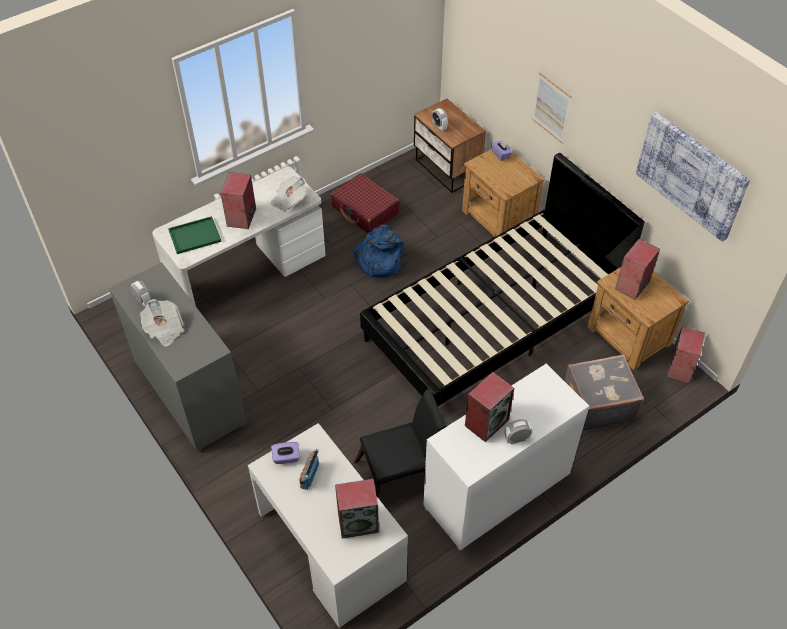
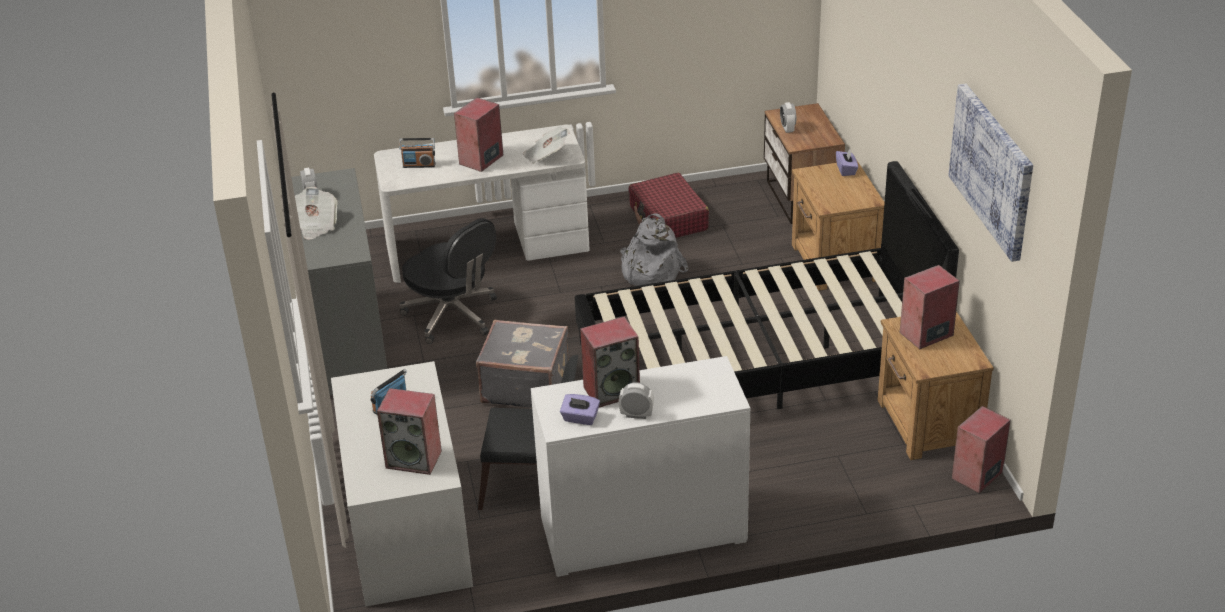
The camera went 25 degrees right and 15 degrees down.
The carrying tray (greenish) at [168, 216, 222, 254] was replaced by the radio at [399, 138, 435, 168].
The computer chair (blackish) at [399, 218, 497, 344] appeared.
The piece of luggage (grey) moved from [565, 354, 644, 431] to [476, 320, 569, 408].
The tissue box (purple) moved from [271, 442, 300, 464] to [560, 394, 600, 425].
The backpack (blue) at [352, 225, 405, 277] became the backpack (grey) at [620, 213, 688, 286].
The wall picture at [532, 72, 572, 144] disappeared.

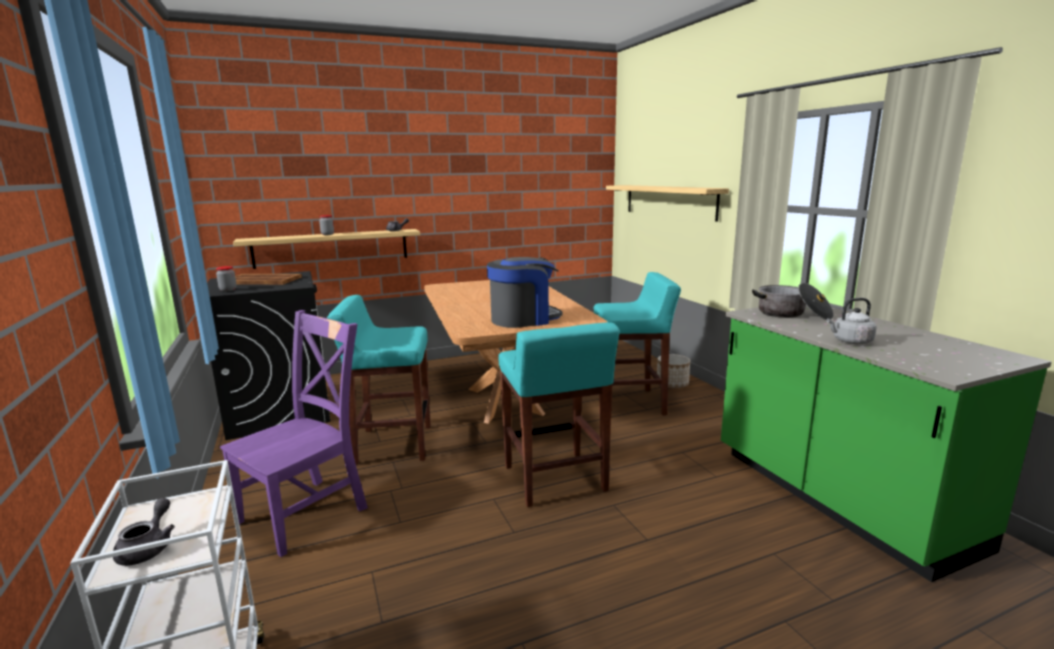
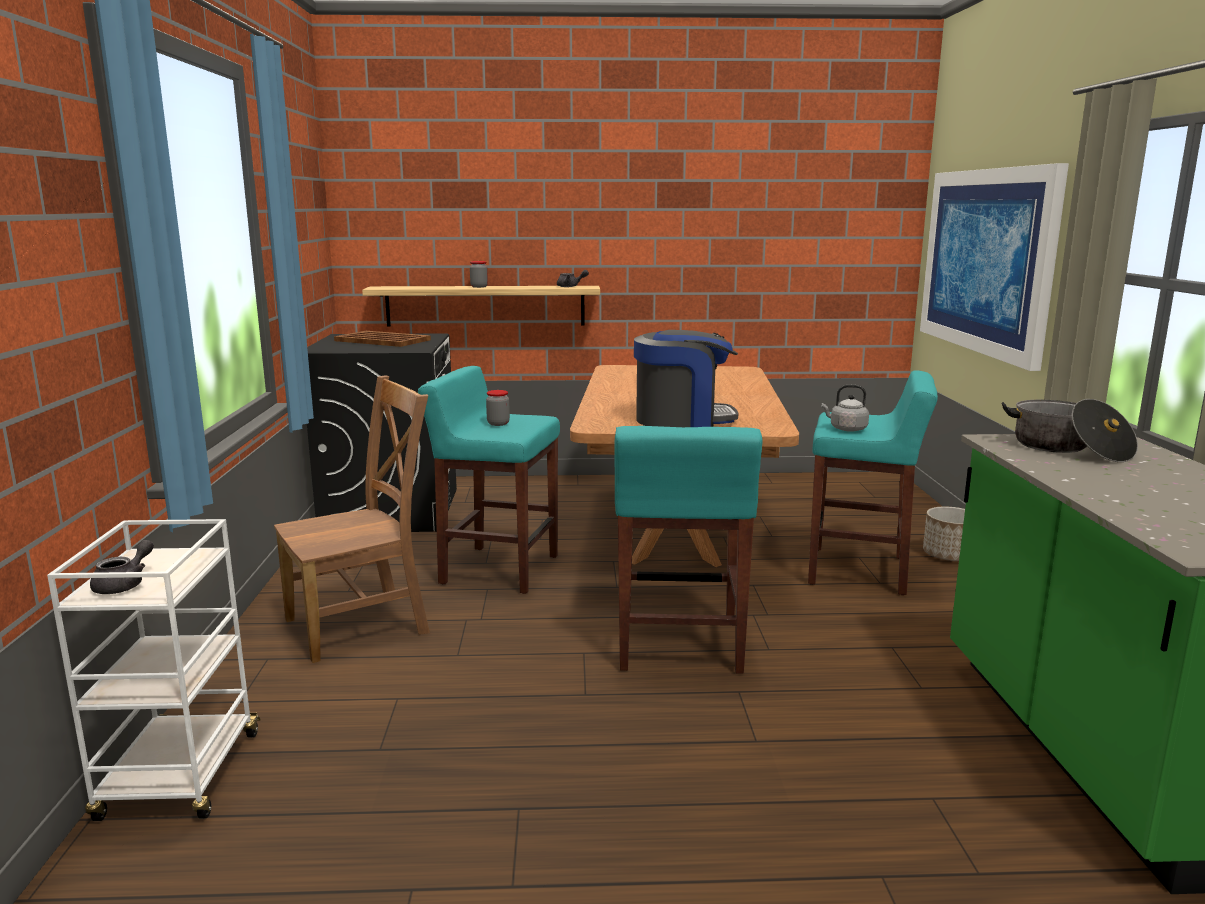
The camera went 20 degrees right and 0 degrees up.
The chair (purple) at [220, 310, 368, 557] became the chair (brown-coloured) at [274, 375, 430, 663].
The storage jar moved from [216, 266, 237, 291] to [486, 390, 510, 426].
The water kettle (grey) moved from [826, 298, 877, 344] to [821, 385, 869, 432].
The bracket shelf at [606, 185, 729, 222] was replaced by the wall picture at [920, 163, 1069, 371].

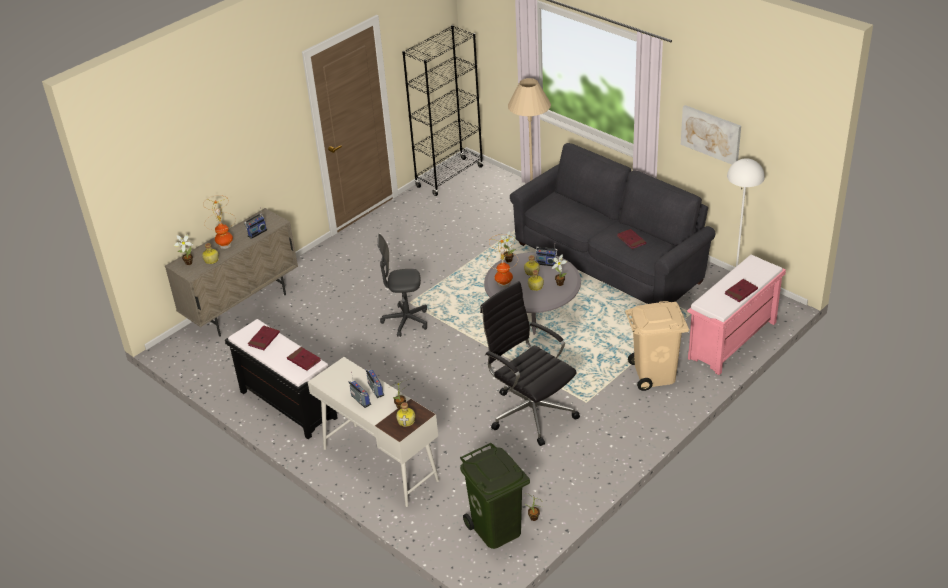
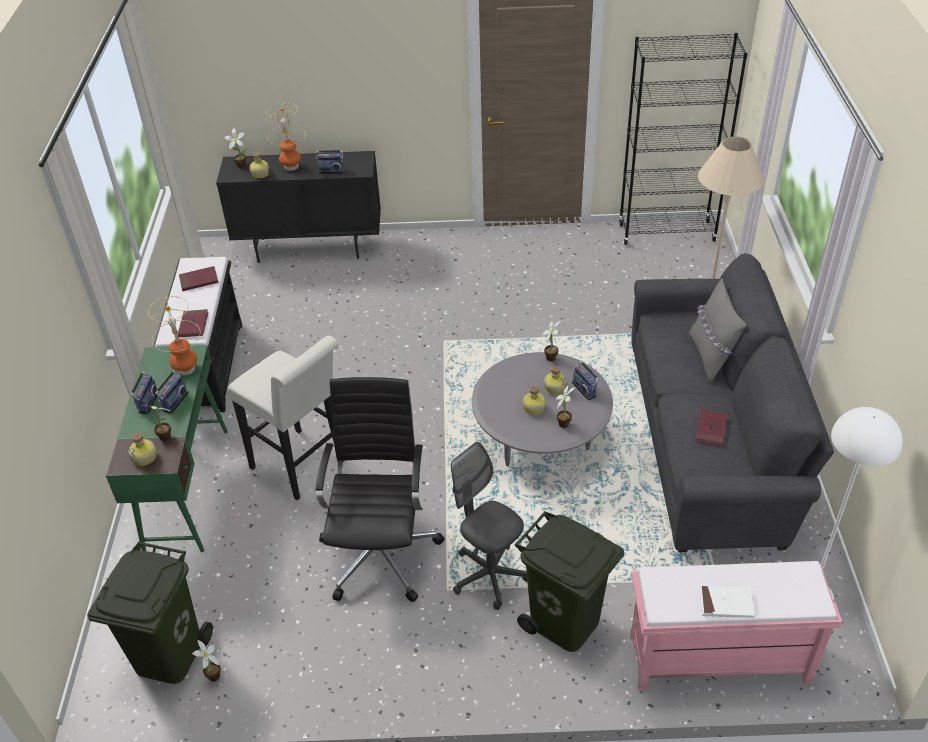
The camera went 45 degrees right and 5 degrees up.
The desk (white-coloured) at [308, 357, 439, 507] became the desk (greenish) at [106, 345, 228, 552].
The table lamp moved from [487, 234, 518, 287] to [148, 296, 201, 376].
The cabinet (sand-coloured) at [165, 208, 298, 337] became the cabinet (blackish) at [216, 151, 381, 263].
The stool seat (white-coloured) at [228, 336, 344, 500] appeared.
The computer chair (grey) moved from [378, 234, 427, 337] to [451, 442, 527, 610].
The waste bin (sand-coloured) at [625, 301, 689, 391] became the waste bin (greenish) at [515, 511, 624, 652].
The throw pillow (grey) at [689, 279, 746, 382] appeared.
The book (red-coloured) at [725, 279, 758, 302] became the book (white-coloured) at [700, 585, 755, 618].
The wall picture at [681, 105, 741, 165] disappeared.

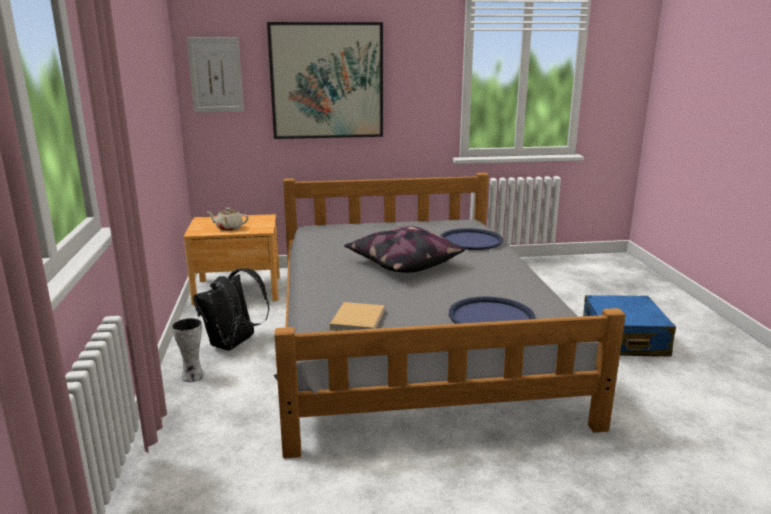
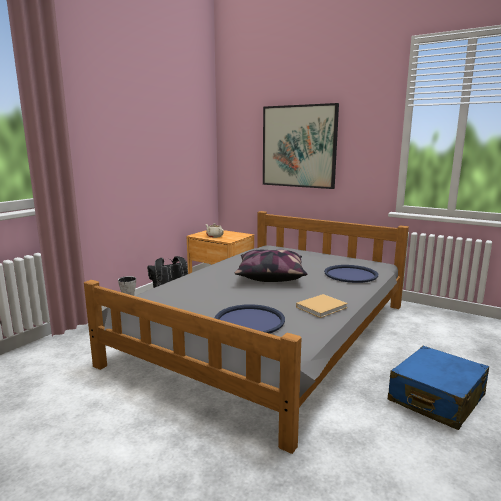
The camera went 40 degrees right and 5 degrees down.
The book (sand-coloured) moved from [330, 302, 385, 331] to [296, 294, 348, 318].
The wall picture at [187, 37, 244, 112] disappeared.

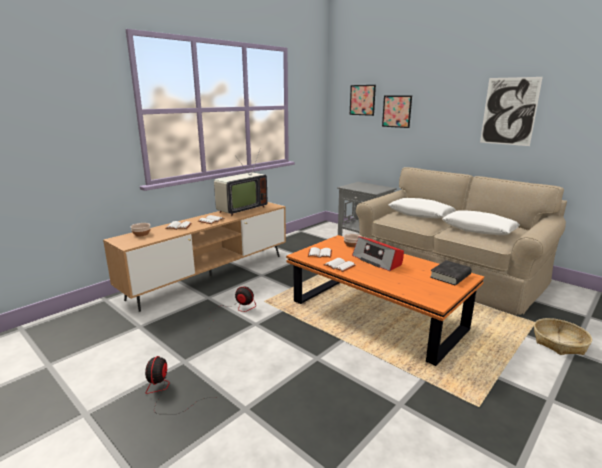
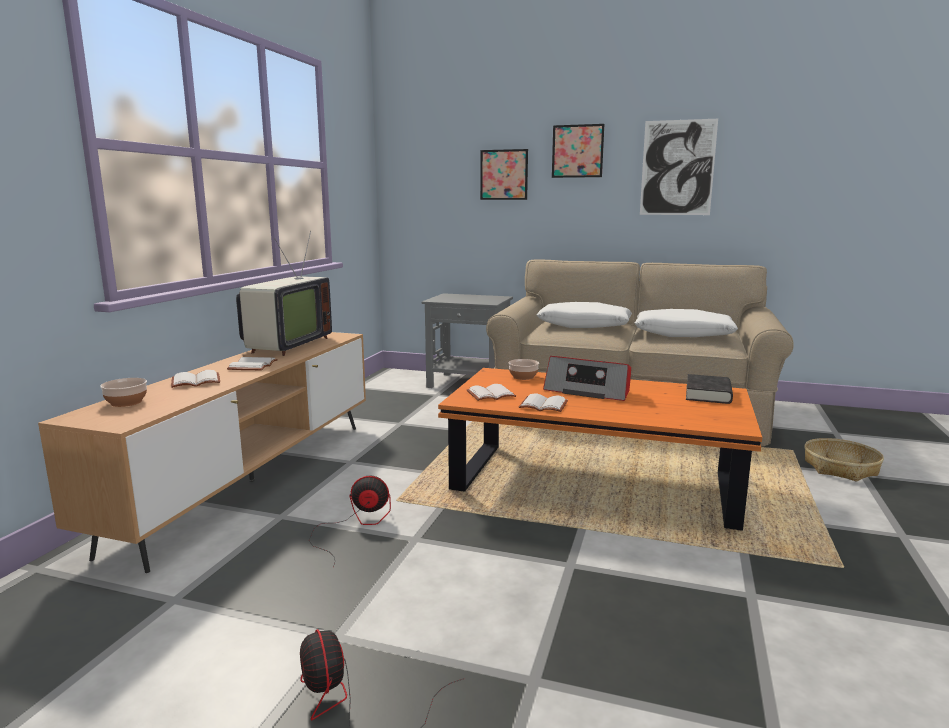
The camera went 25 degrees left and 5 degrees down.
The wall picture moved from [350, 85, 376, 116] to [552, 124, 604, 178].

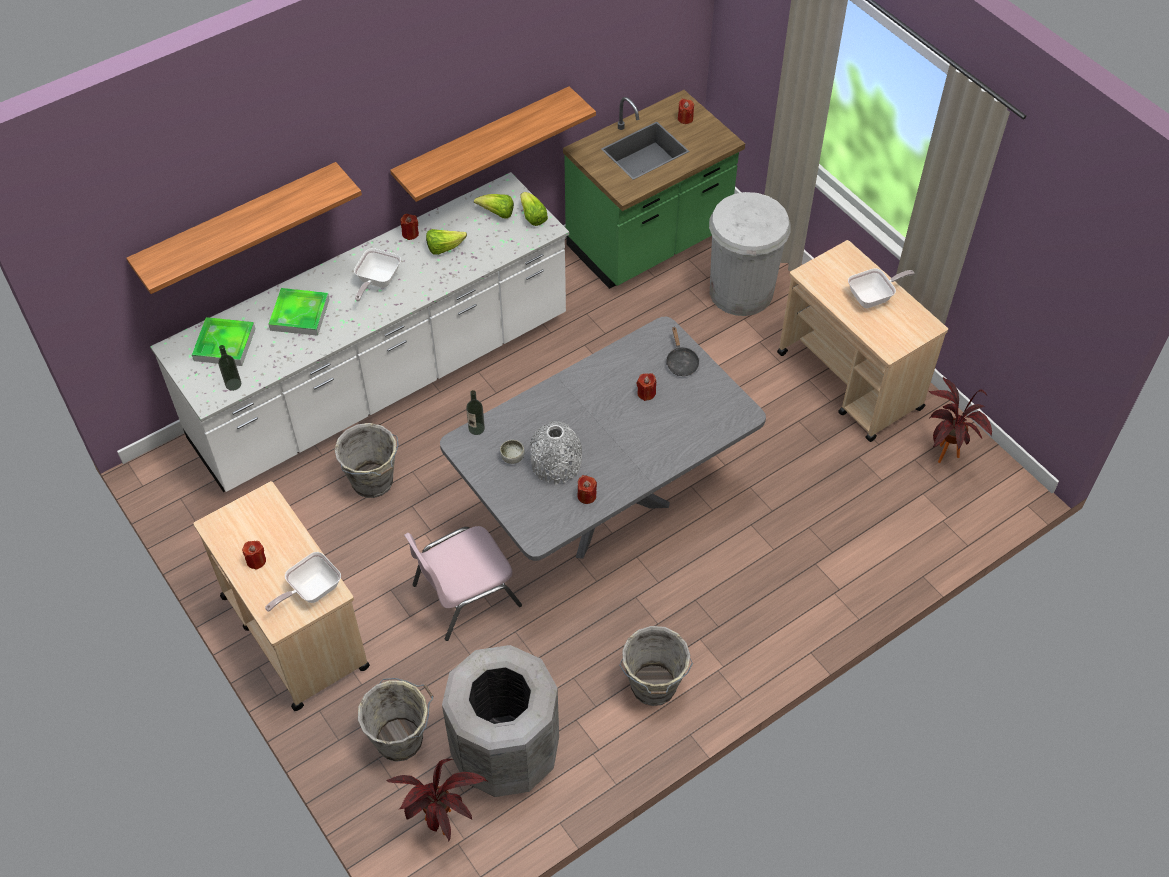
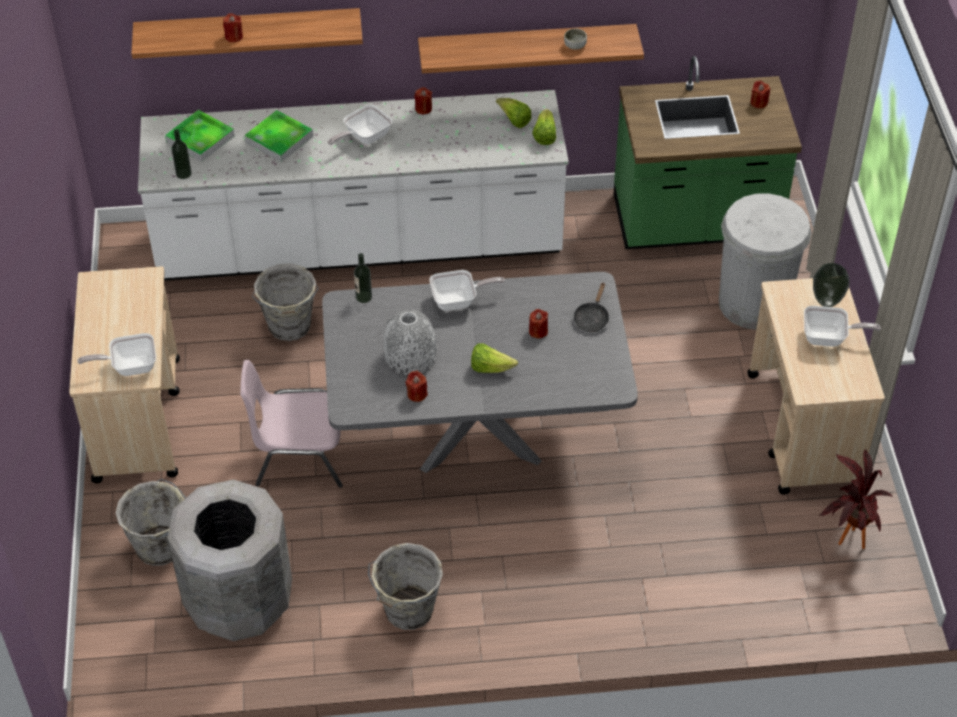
The camera went 30 degrees right and 5 degrees down.
The wax candle (red-coloured) moved from [242, 541, 266, 570] to [223, 13, 243, 42].
The frying pan at [429, 270, 505, 311] appeared.
The lettuce head moved from [426, 229, 467, 255] to [471, 343, 518, 373].
The deep dish moved from [500, 440, 524, 464] to [564, 29, 587, 50].
The decorative vase at [813, 263, 850, 307] appeared.
The plant in a pot at [386, 759, 487, 841] disappeared.

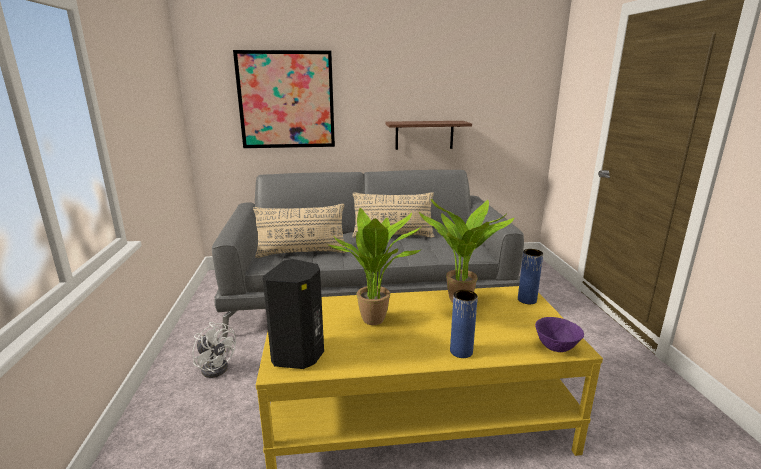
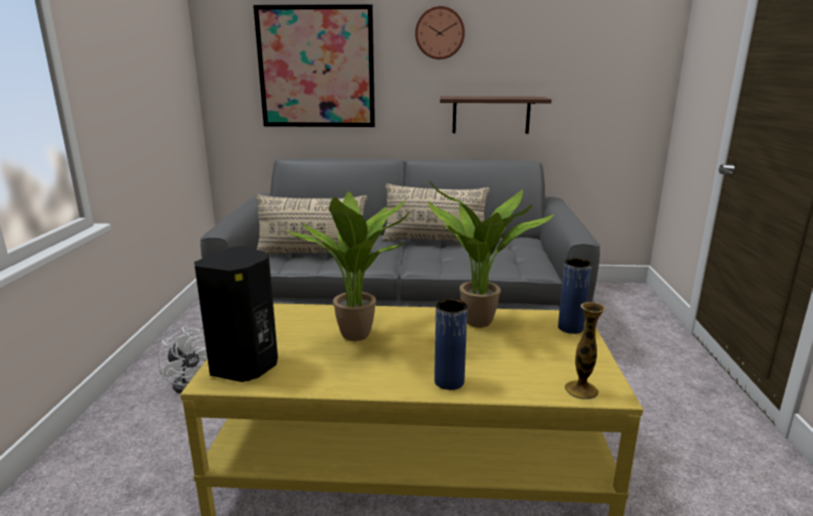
The camera went 10 degrees right and 0 degrees up.
The hanging clock at [415, 6, 465, 59] appeared.
The deep dish (purple) at [535, 317, 584, 352] was replaced by the decorative vase at [565, 302, 605, 400].

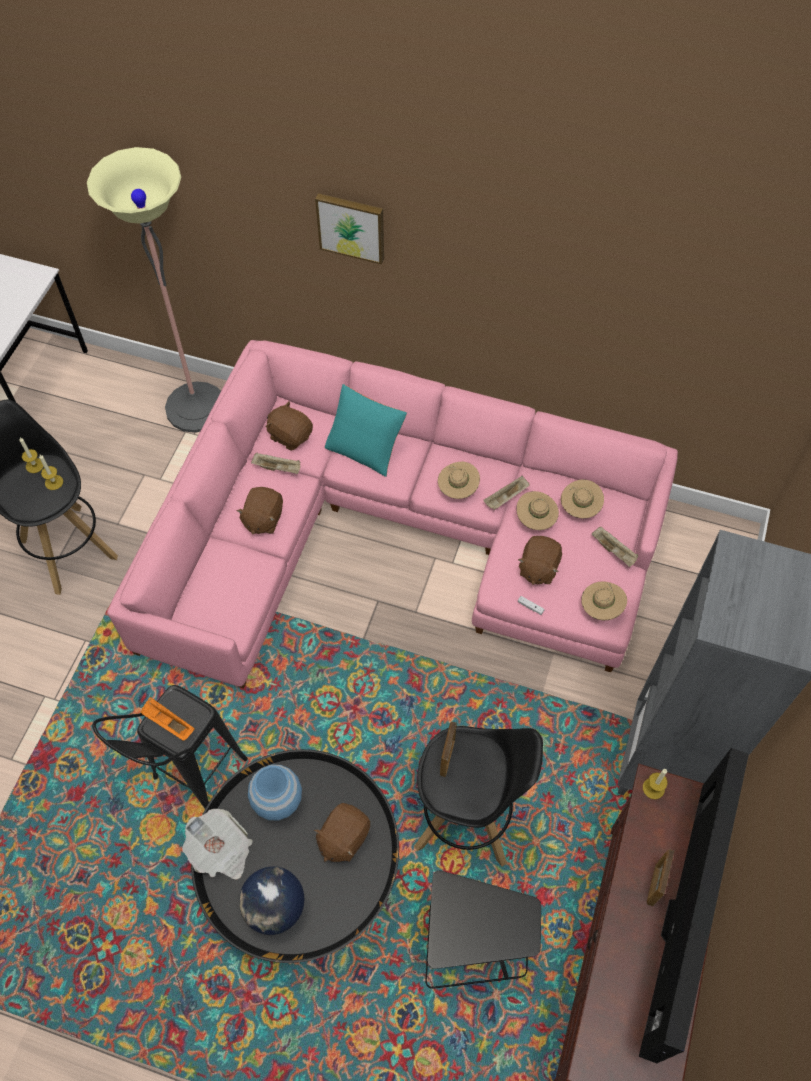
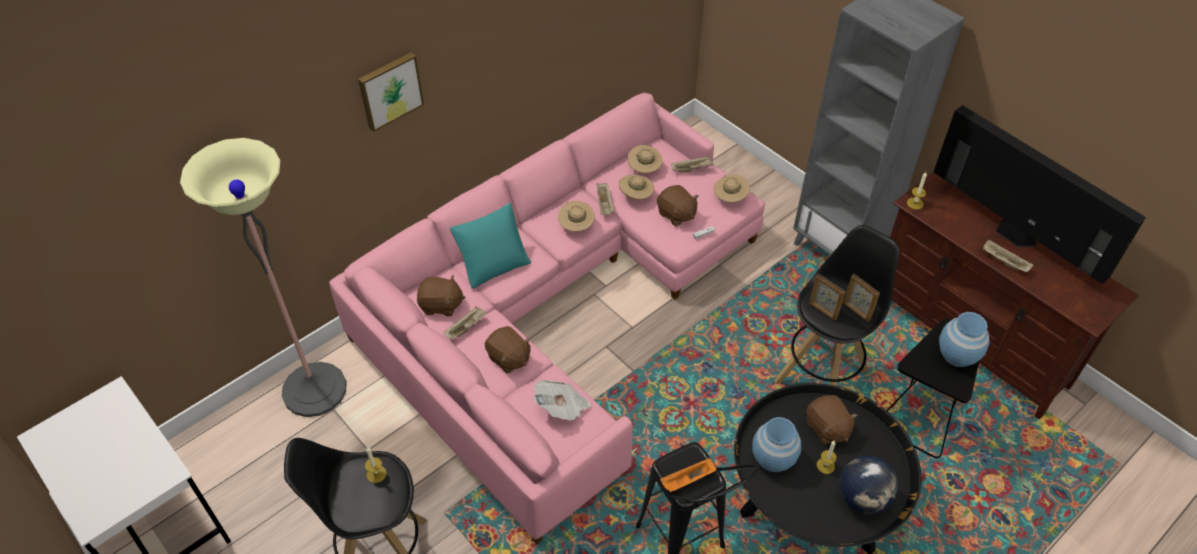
The camera went 60 degrees left and 10 degrees down.
The soft toy (brown-coloured) at [266, 401, 313, 451] turned 150 degrees counterclockwise.
The daily paper moved from [182, 809, 252, 880] to [533, 380, 591, 421].
The wax candle moved from [19, 438, 44, 473] to [817, 440, 837, 474].
The photo frame moved from [647, 849, 674, 906] to [843, 274, 880, 322].
The decorative vase (blue) at [939, 312, 990, 367] appeared.
The carrying tray (sand-coloured) at [983, 240, 1034, 272] appeared.

